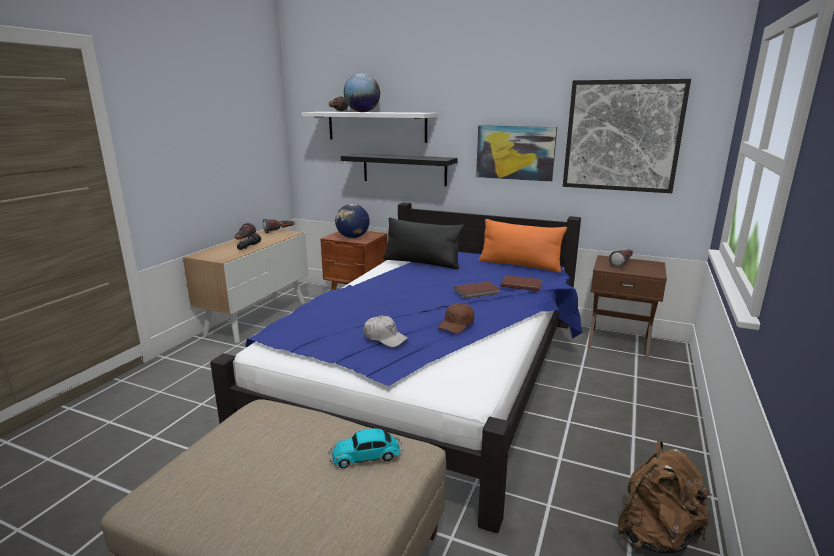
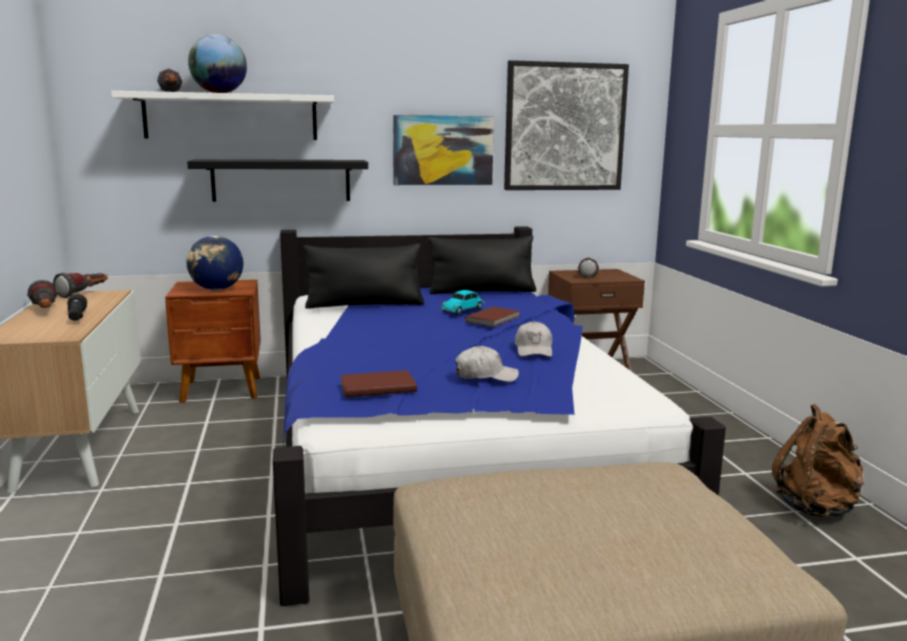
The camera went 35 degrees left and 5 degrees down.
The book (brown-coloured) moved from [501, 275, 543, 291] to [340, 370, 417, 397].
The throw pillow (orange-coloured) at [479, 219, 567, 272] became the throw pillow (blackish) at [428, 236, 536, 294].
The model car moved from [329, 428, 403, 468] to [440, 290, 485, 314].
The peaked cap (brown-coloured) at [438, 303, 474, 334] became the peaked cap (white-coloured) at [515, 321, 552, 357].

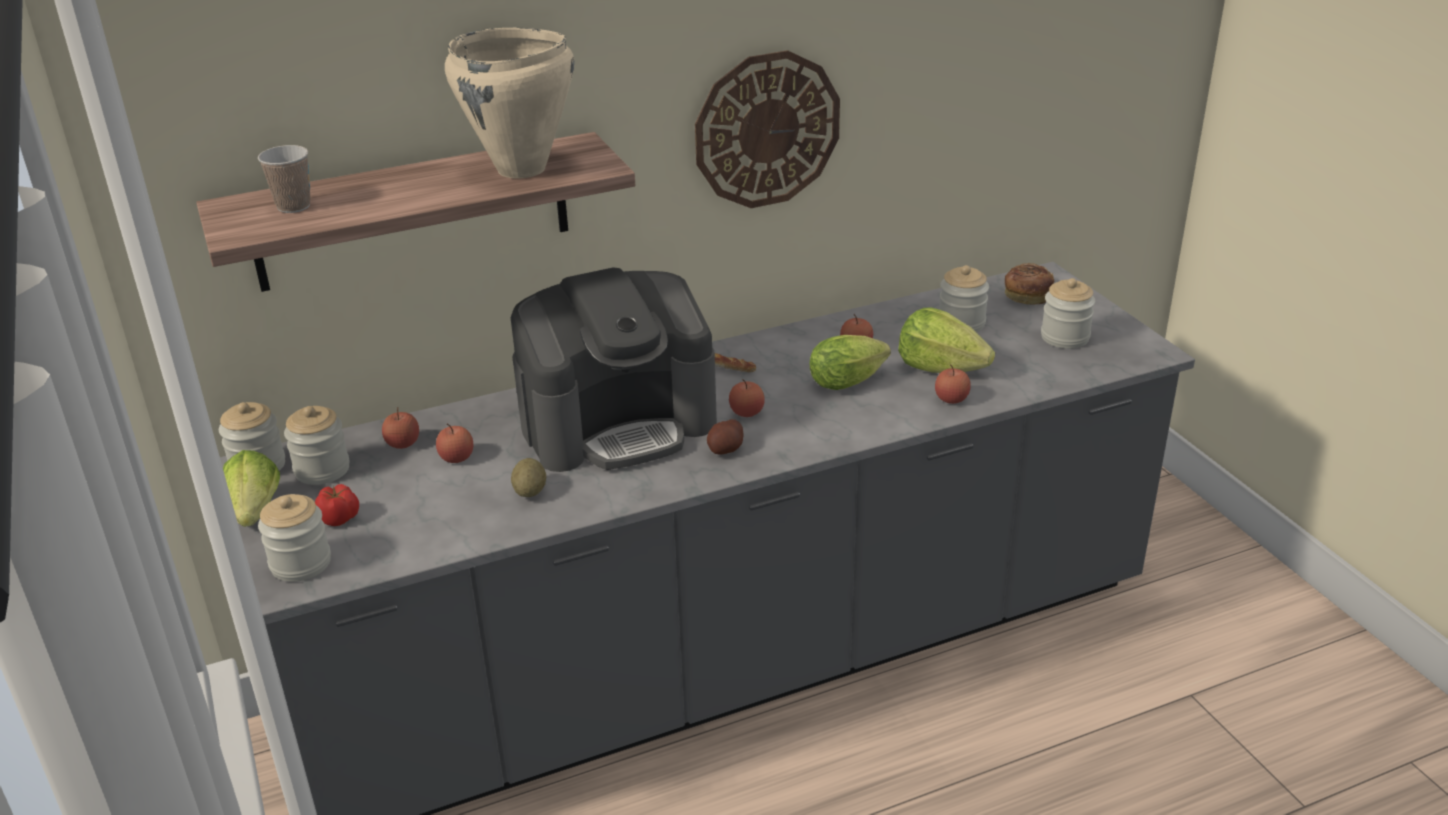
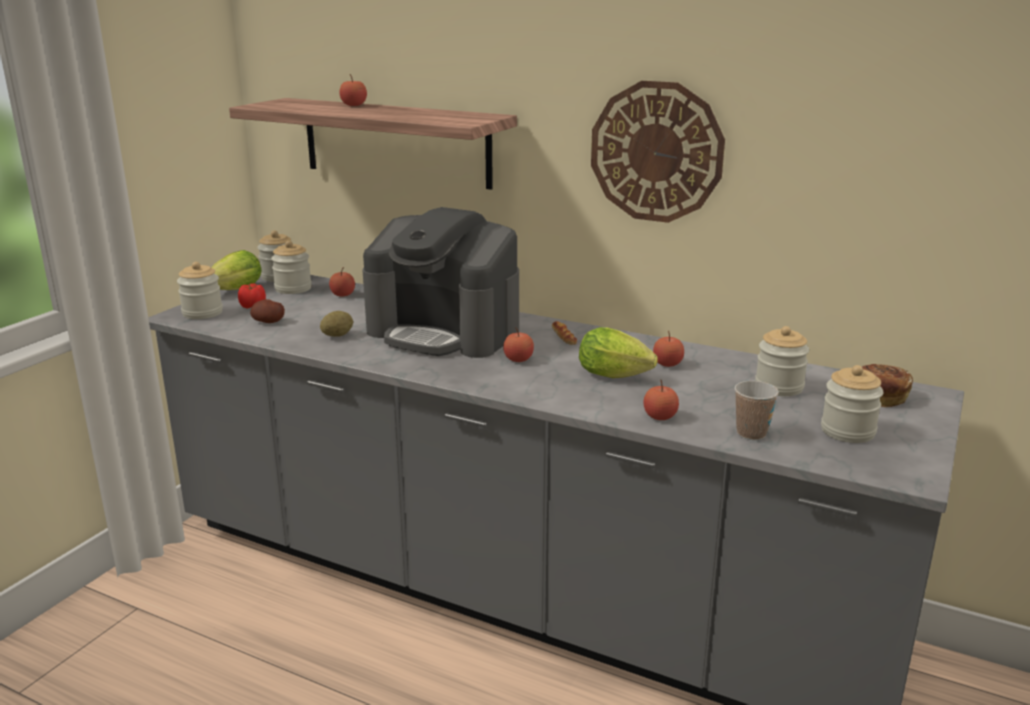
The camera went 50 degrees right and 10 degrees down.
The whole potato moved from [707, 419, 744, 454] to [250, 299, 285, 323].
The apple fruit moved from [436, 424, 473, 463] to [339, 74, 367, 106].
The small cup moved from [258, 145, 311, 213] to [735, 381, 779, 440].
The cooking pot (sand-coloured) at [445, 28, 574, 178] disappeared.
The lettuce head at [898, 307, 995, 373] disappeared.

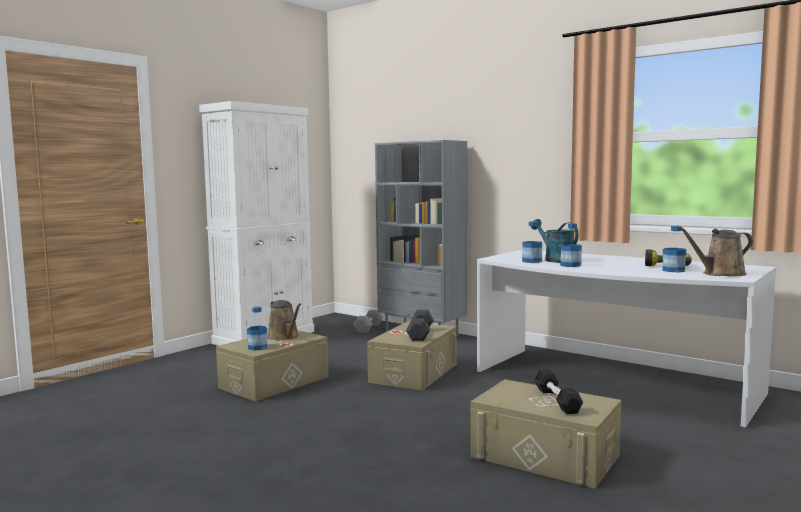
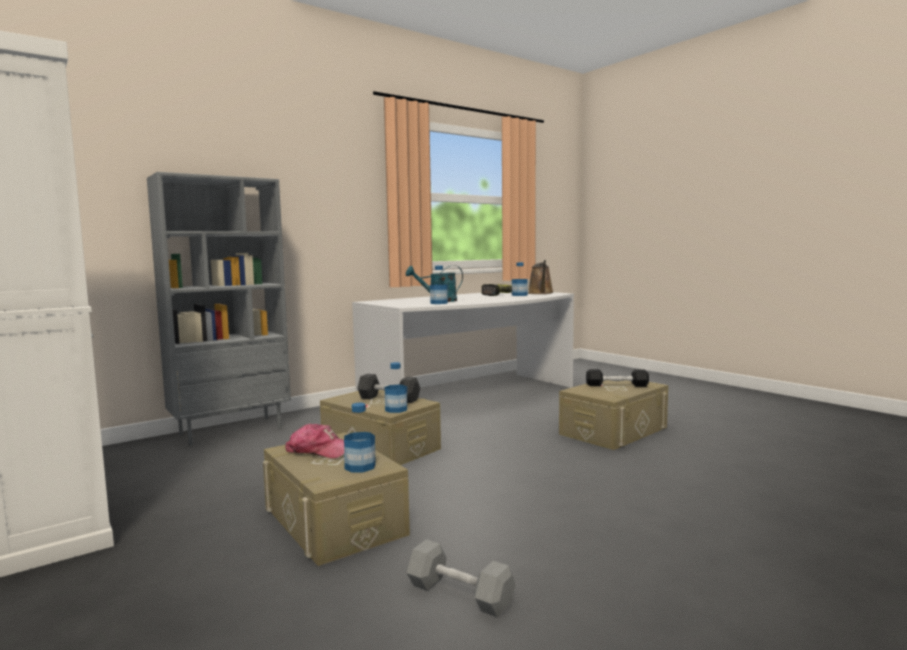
The camera went 75 degrees left and 0 degrees up.
The watering pot (brown-coloured) at [267, 300, 301, 340] was replaced by the peaked cap at [285, 423, 344, 458].
The bottle moved from [560, 223, 582, 267] to [385, 362, 407, 413].
The free weight (grey) moved from [353, 309, 383, 333] to [406, 539, 515, 617].

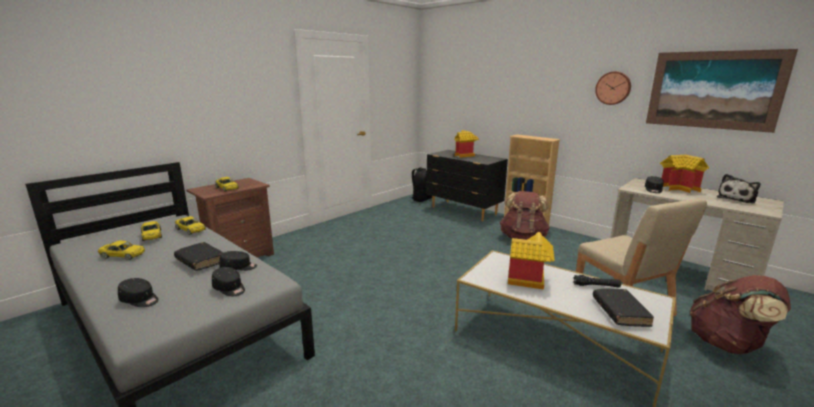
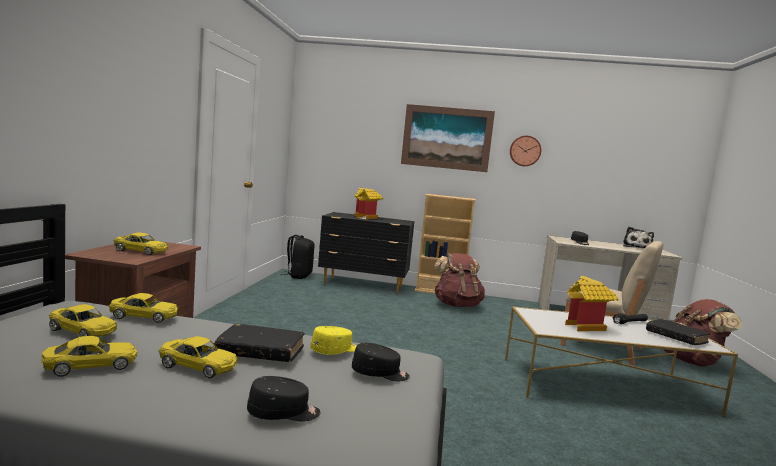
The camera went 35 degrees left and 10 degrees down.
The model car (yellow-coloured) at [159, 336, 237, 378] appeared.
The peaked cap (blackish) at [219, 251, 257, 271] became the peaked cap (yellow-coloured) at [310, 326, 357, 355].
The wall picture moved from [646, 49, 798, 133] to [401, 104, 495, 172].
The toy house at [660, 155, 709, 193] disappeared.

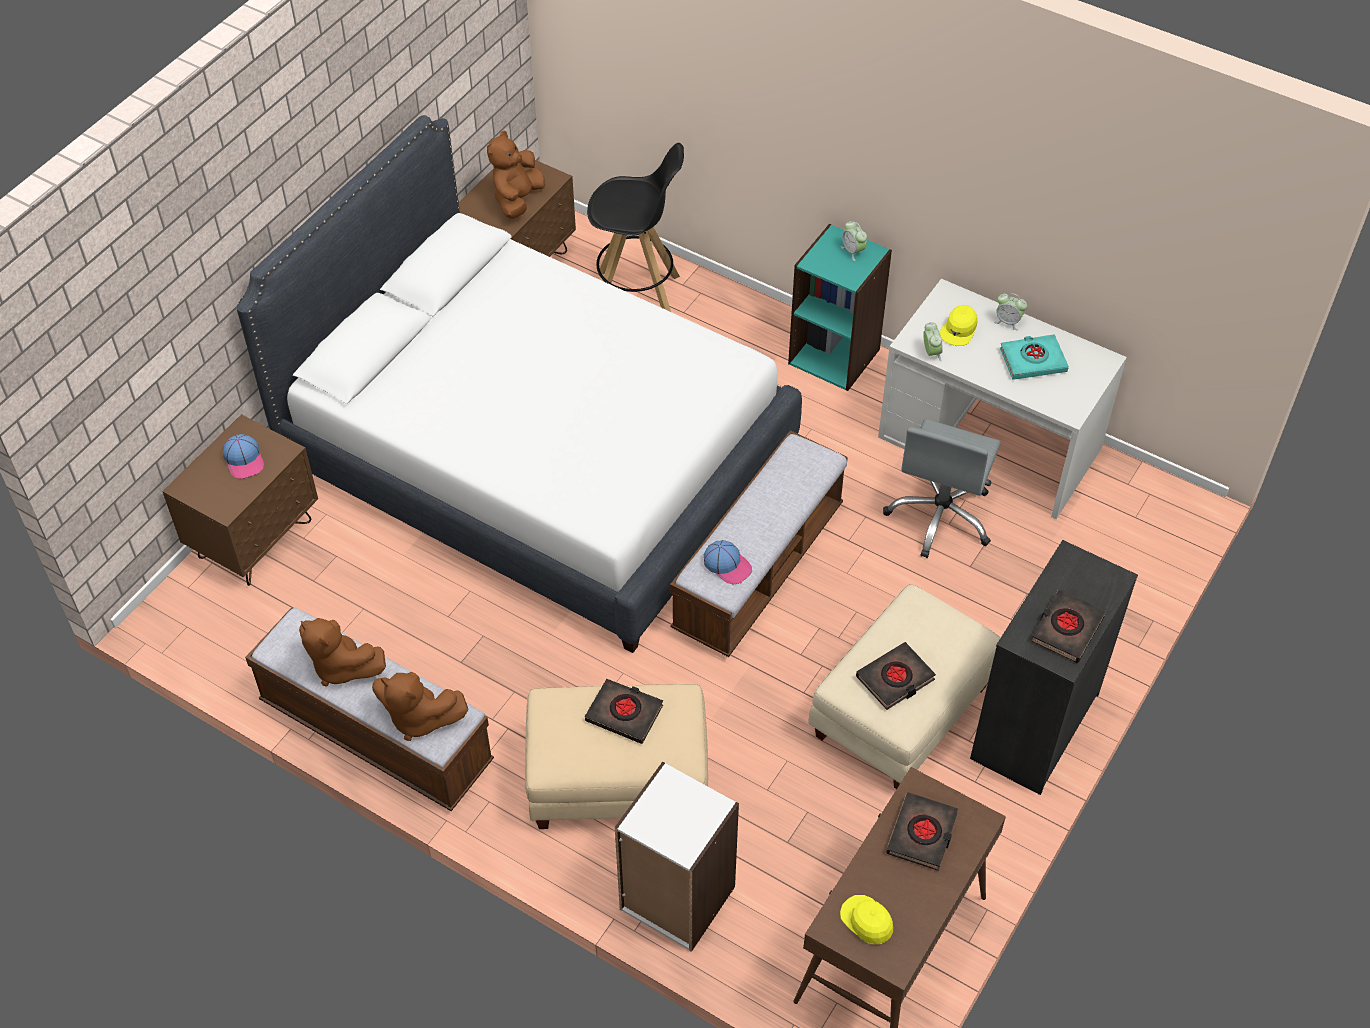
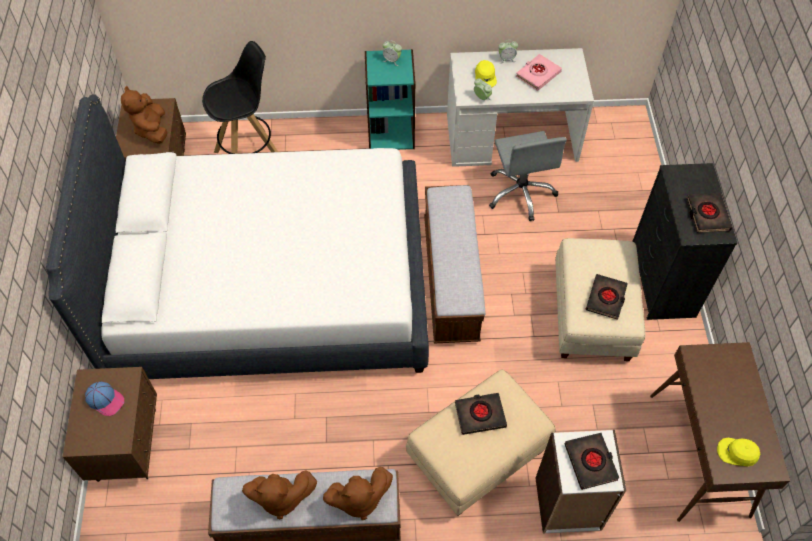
The camera went 35 degrees left and 5 degrees up.
The book (turquoise-coloured) at [1000, 334, 1069, 380] became the book (pink-coloured) at [516, 54, 562, 91].
The book (blackish) moved from [886, 792, 958, 871] to [565, 433, 619, 490].
The peaked cap at [704, 540, 752, 585] disappeared.

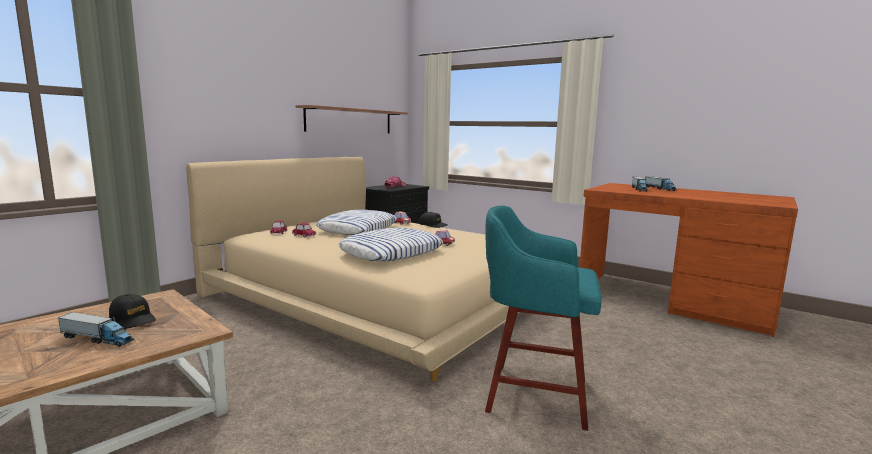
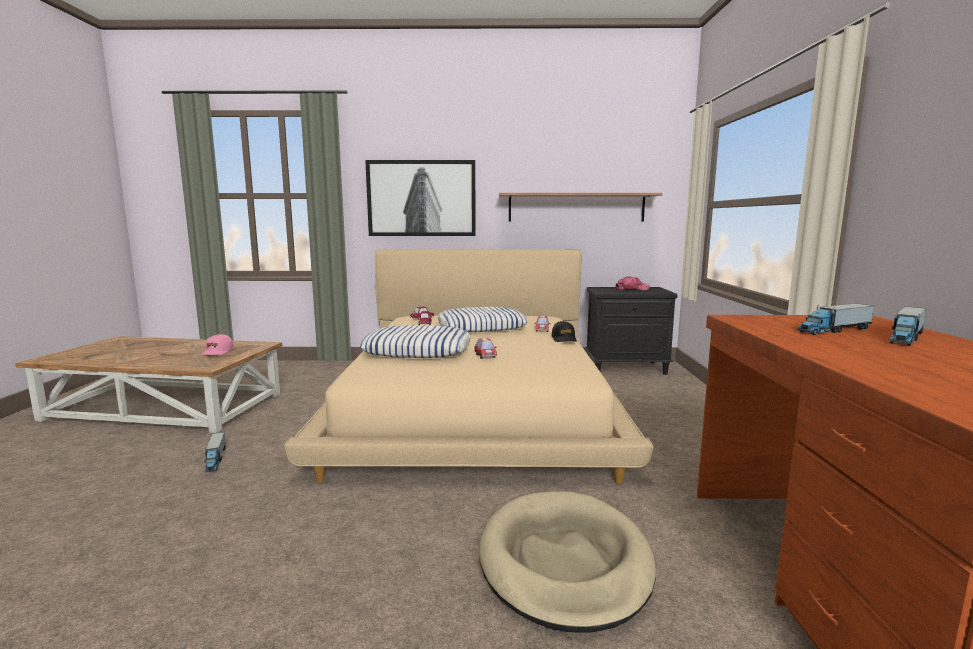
The camera went 55 degrees right and 0 degrees up.
The peaked cap (blackish) at [109, 294, 156, 329] became the peaked cap (pink-coloured) at [201, 334, 234, 355].
The model truck moved from [57, 312, 135, 347] to [205, 432, 226, 472].
The wall picture at [365, 160, 476, 236] appeared.
The dog cushion (sand-coloured) at [479, 491, 656, 633] appeared.
The stool seat (turquoise-coloured) at [485, 206, 602, 431] disappeared.

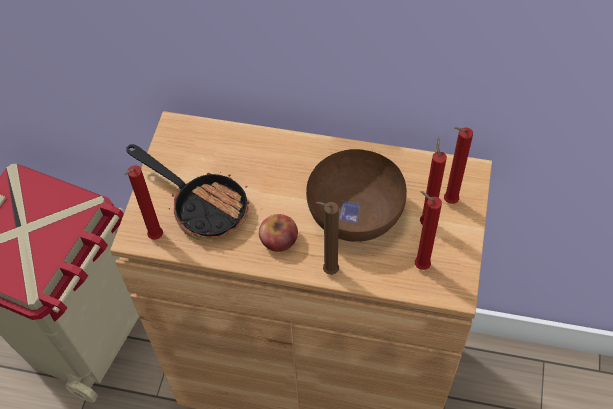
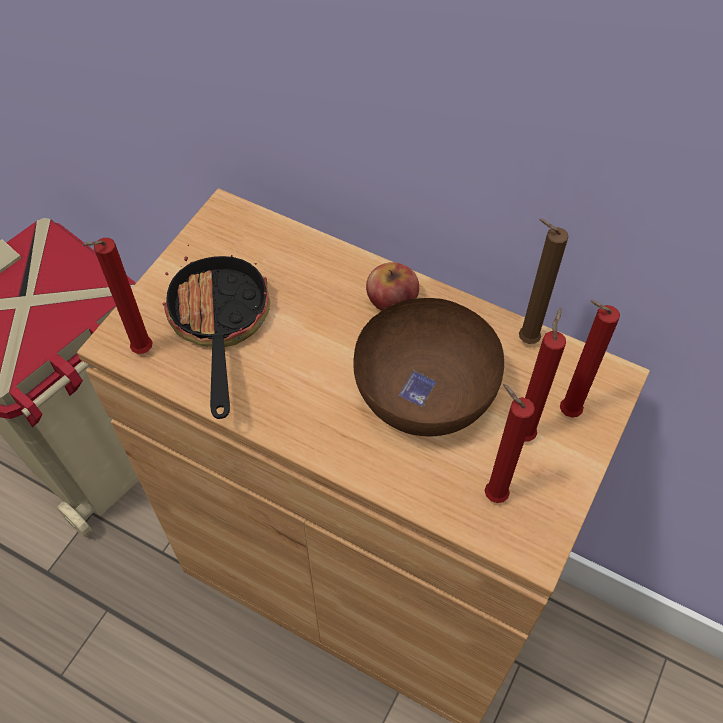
The camera went 15 degrees right and 0 degrees up.
The frying pan at [126, 144, 249, 240] turned 150 degrees counterclockwise.
The apple fruit moved from [259, 214, 298, 252] to [366, 262, 419, 311].
The wax candle (brown-coloured) moved from [316, 202, 339, 275] to [519, 219, 569, 344].

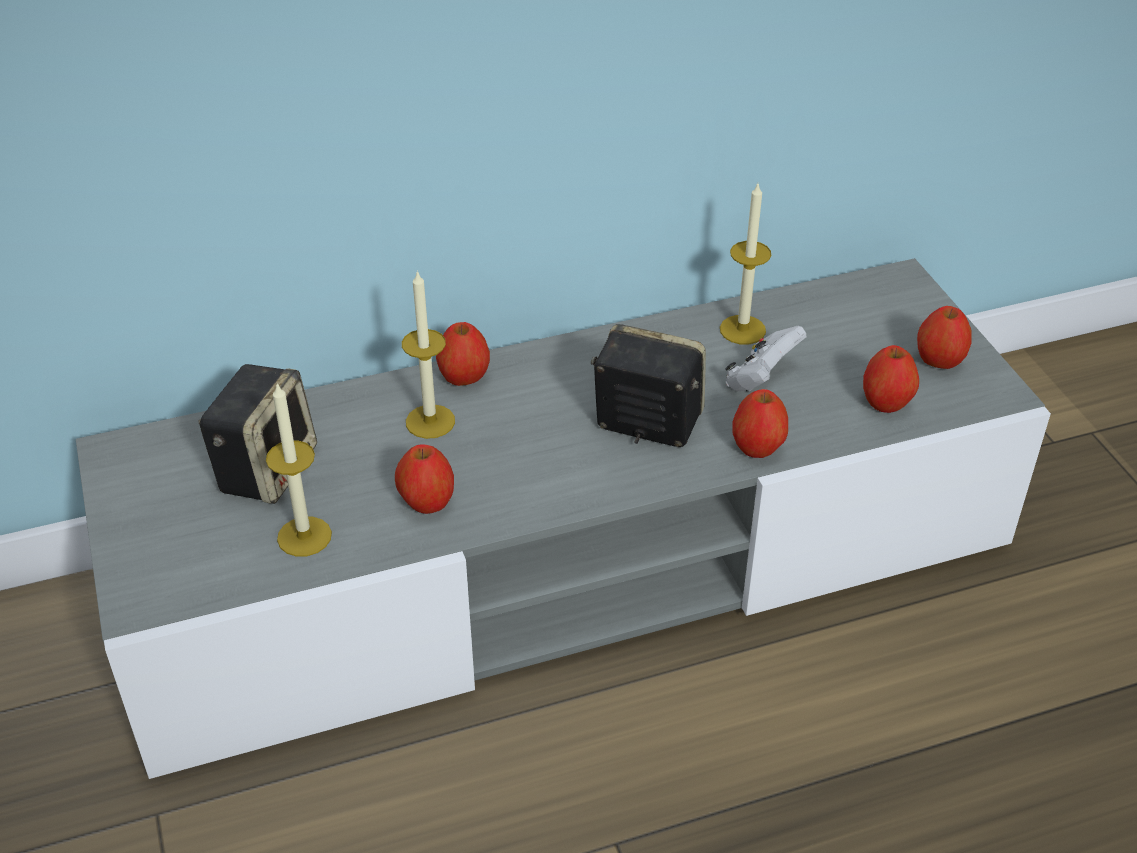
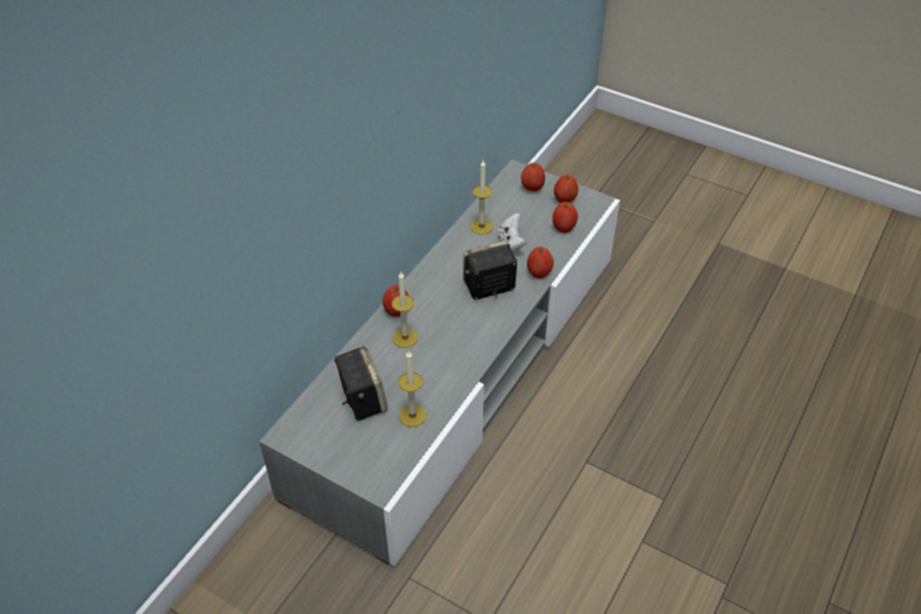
The camera went 40 degrees left and 5 degrees up.
The apple fruit moved from [395, 444, 454, 514] to [521, 163, 545, 191].

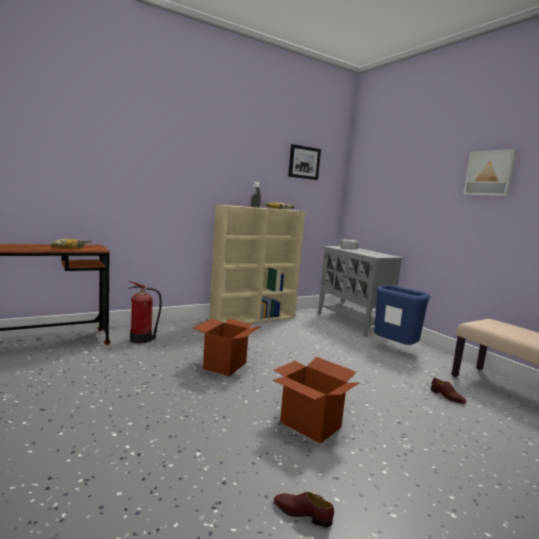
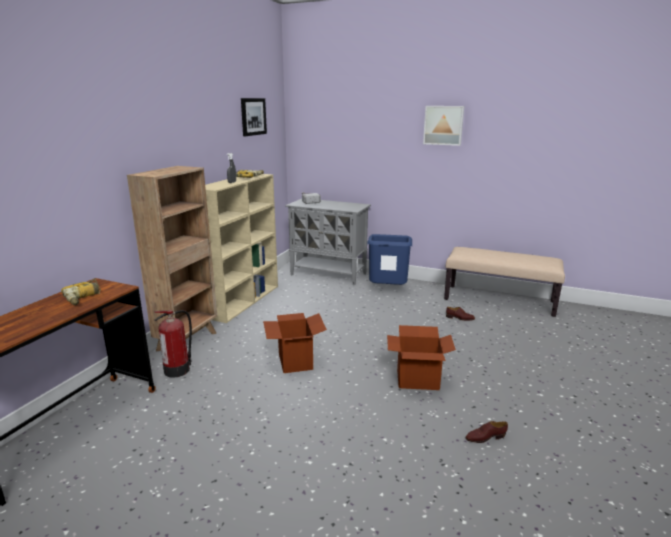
The camera went 35 degrees left and 10 degrees up.
The bookshelf (brown-coloured) at [127, 166, 217, 352] appeared.

